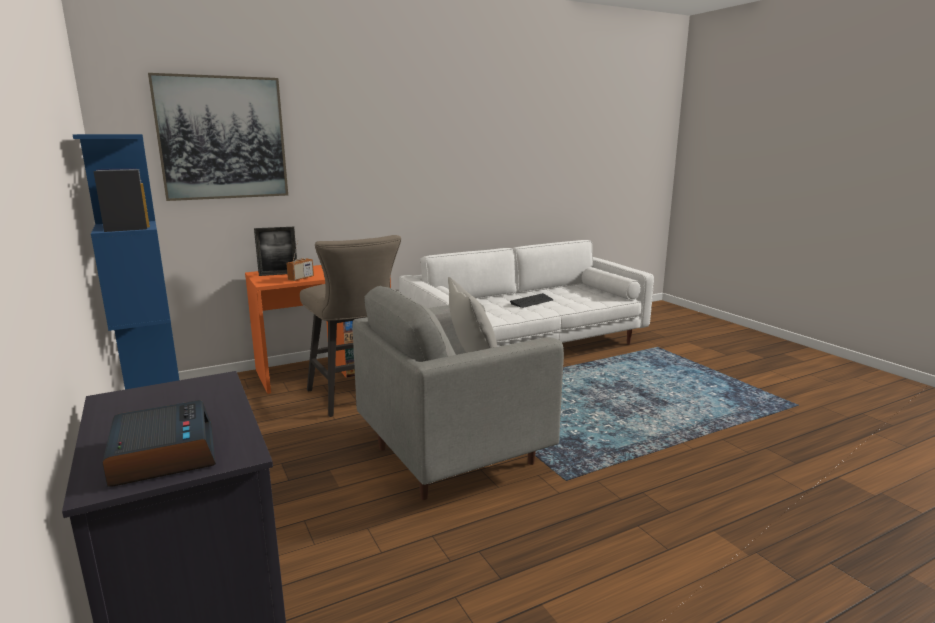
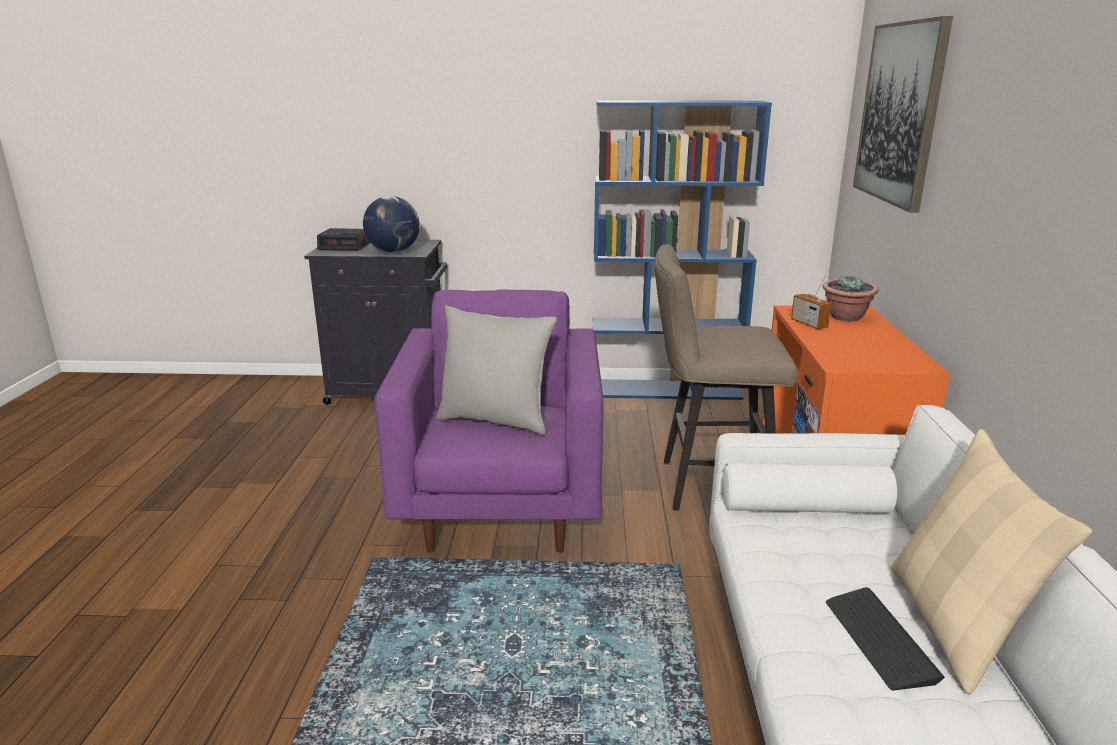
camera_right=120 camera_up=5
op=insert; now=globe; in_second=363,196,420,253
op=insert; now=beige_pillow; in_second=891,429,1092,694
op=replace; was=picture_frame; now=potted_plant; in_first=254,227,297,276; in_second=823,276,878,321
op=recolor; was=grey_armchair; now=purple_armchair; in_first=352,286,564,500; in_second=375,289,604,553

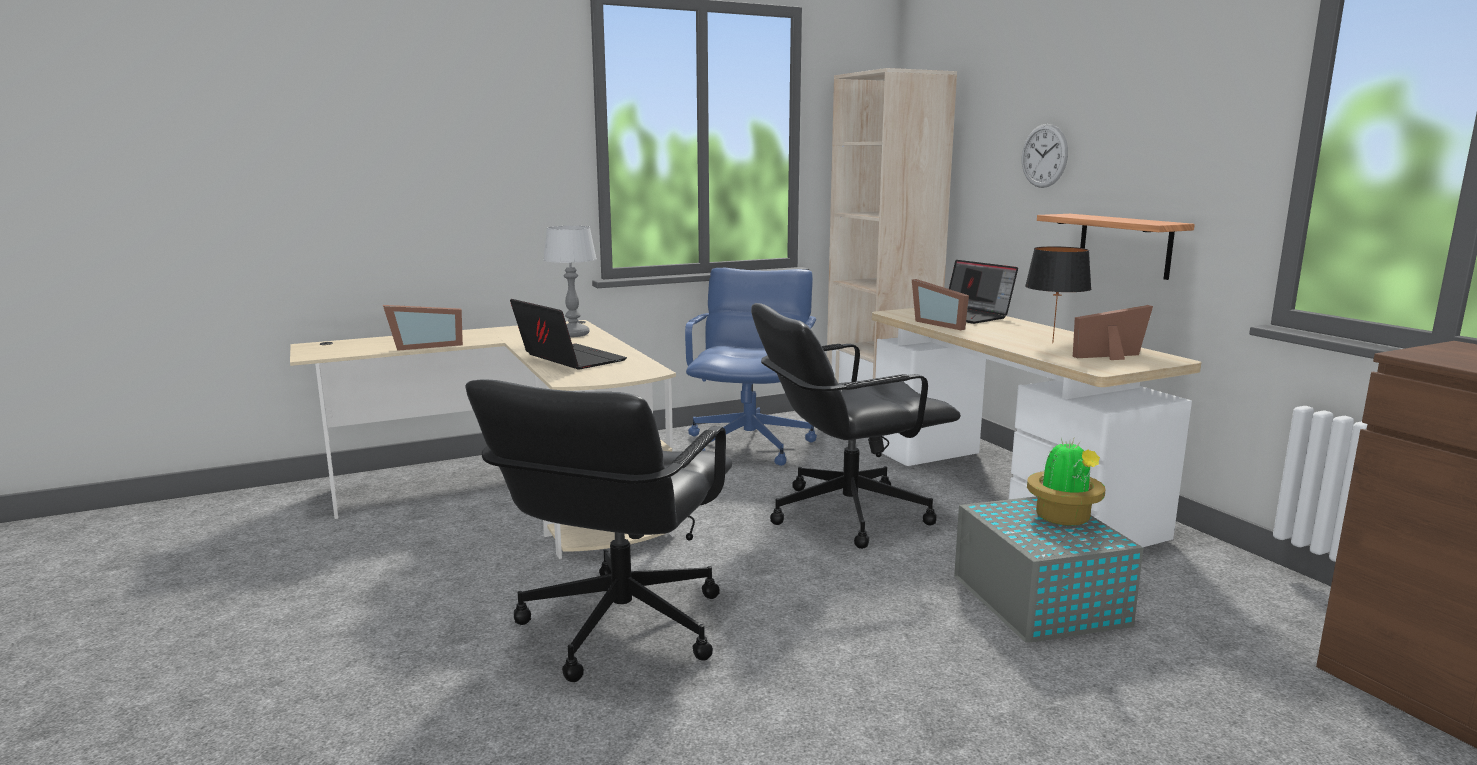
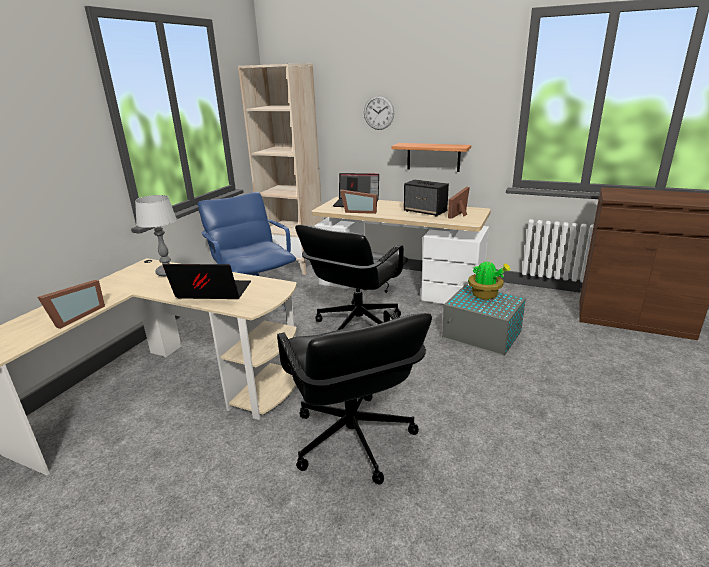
camera_right=-40 camera_up=10
op=replace; was=black_table_lamp; now=speaker; in_first=1025,246,1092,343; in_second=404,179,449,217

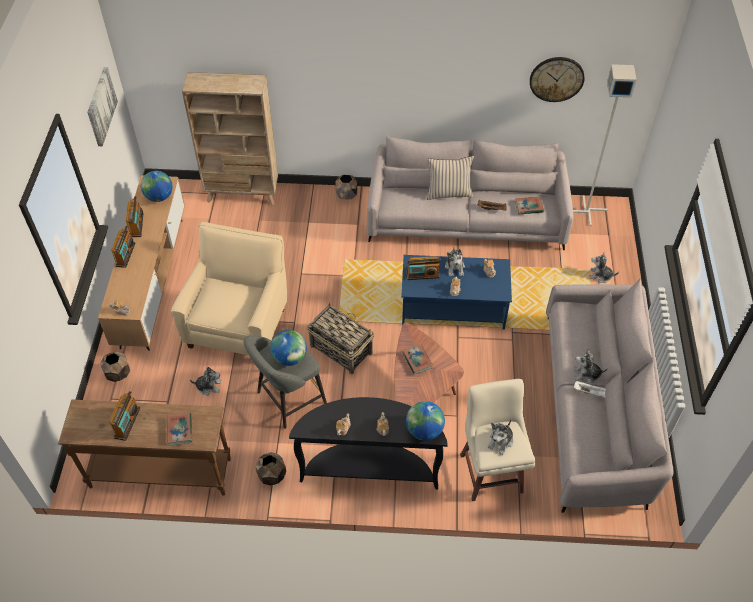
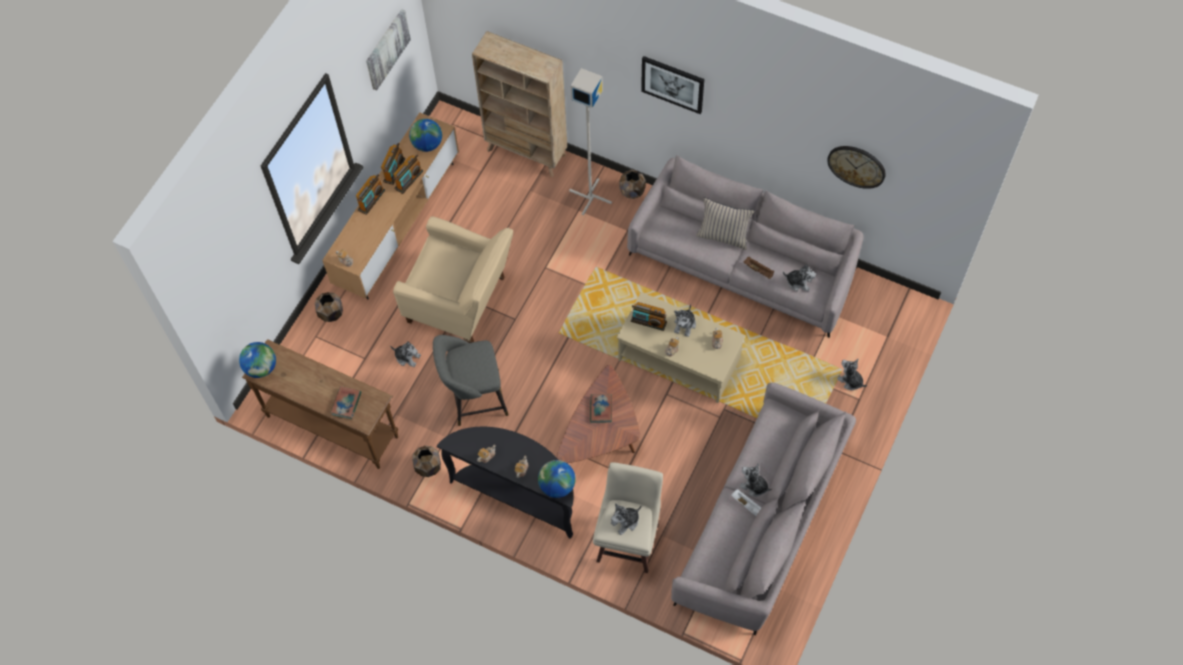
camera_right=25 camera_up=10
op=delete; was=basket; in_first=307,302,374,374
op=insert; now=picture; in_second=641,56,704,114
op=move; was=radio; in_first=109,391,140,441; in_second=393,155,423,194
op=move; was=globe; in_first=271,330,307,366; in_second=239,342,276,378
op=move; was=grey_floor_lamp; in_first=573,64,637,226; in_second=569,68,612,215
op=replace; was=book; now=plush_toy; in_first=515,197,544,215; in_second=783,264,816,292
op=recolor; was=blue_coffee_table; now=beige_coffee_table; in_first=401,255,512,330; in_second=616,292,746,403
op=rotate; was=beige_armchair; in_first=171,222,287,355; in_second=393,216,513,343; clockwise=75

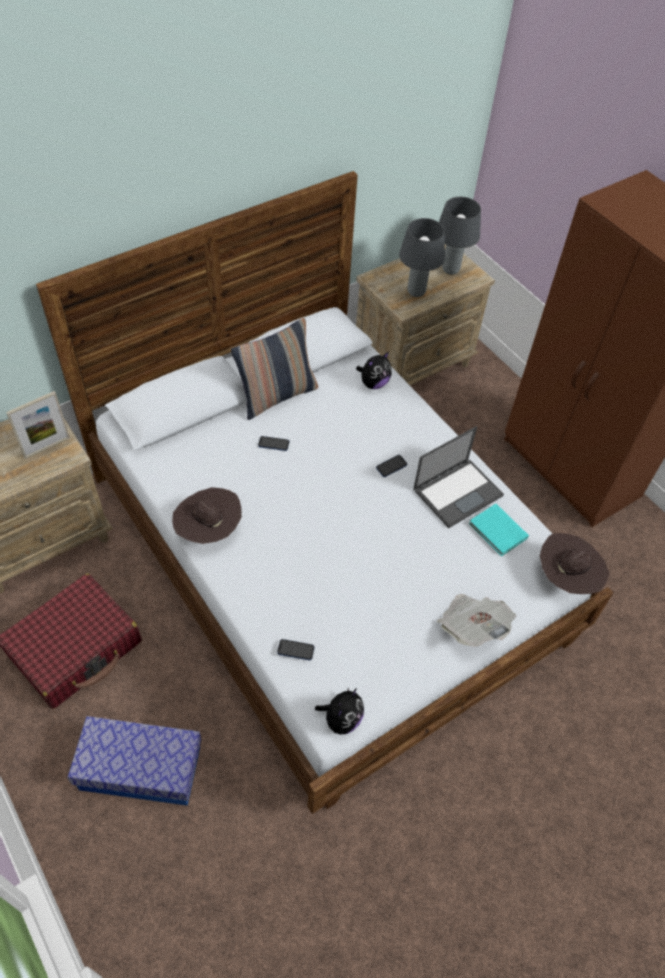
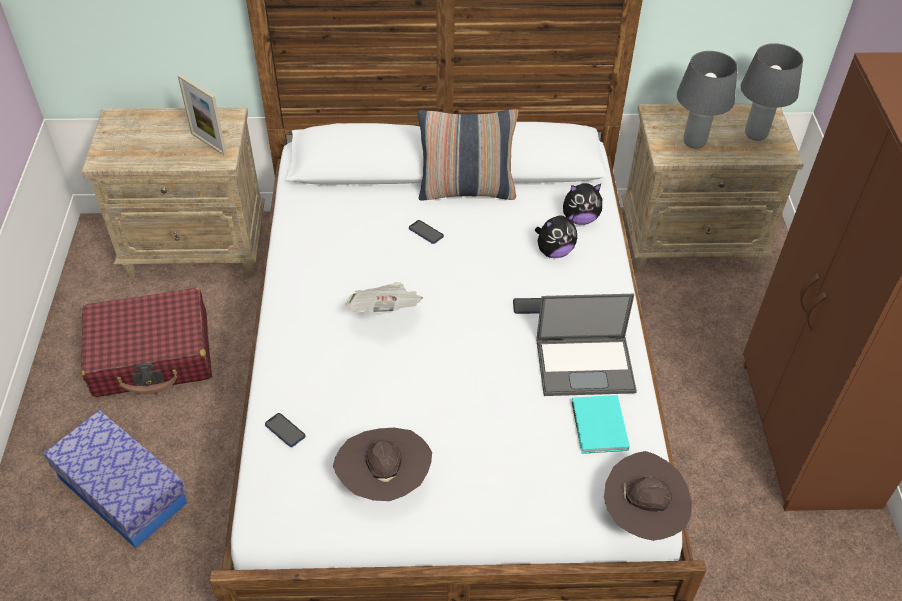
camera_right=35 camera_up=-5
op=move; was=brown_hat; in_first=172,487,242,544; in_second=333,428,432,501
op=move; was=plush_toy; in_first=315,688,364,734; in_second=535,213,577,258
op=move; was=newspaper; in_first=437,594,516,646; in_second=345,282,423,315
op=rotate; was=picture_frame; in_first=6,391,70,459; in_second=178,74,227,156; clockwise=45

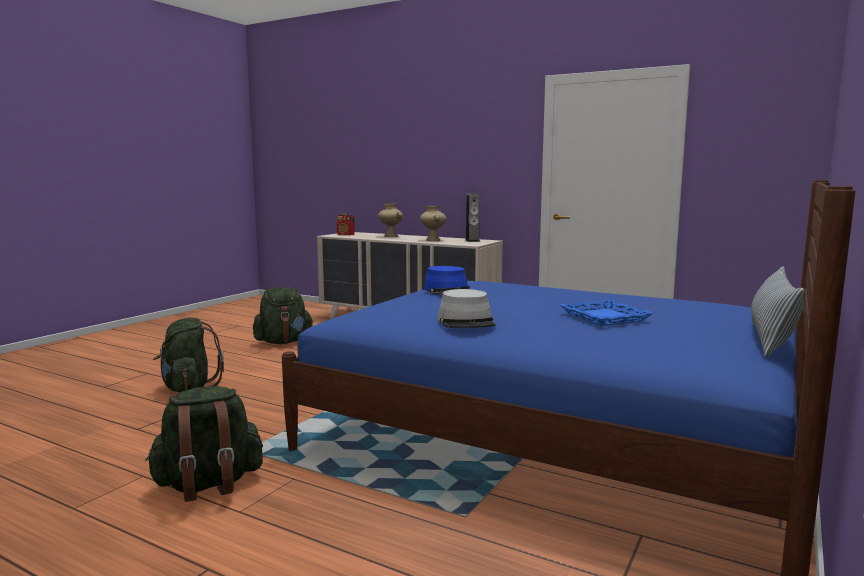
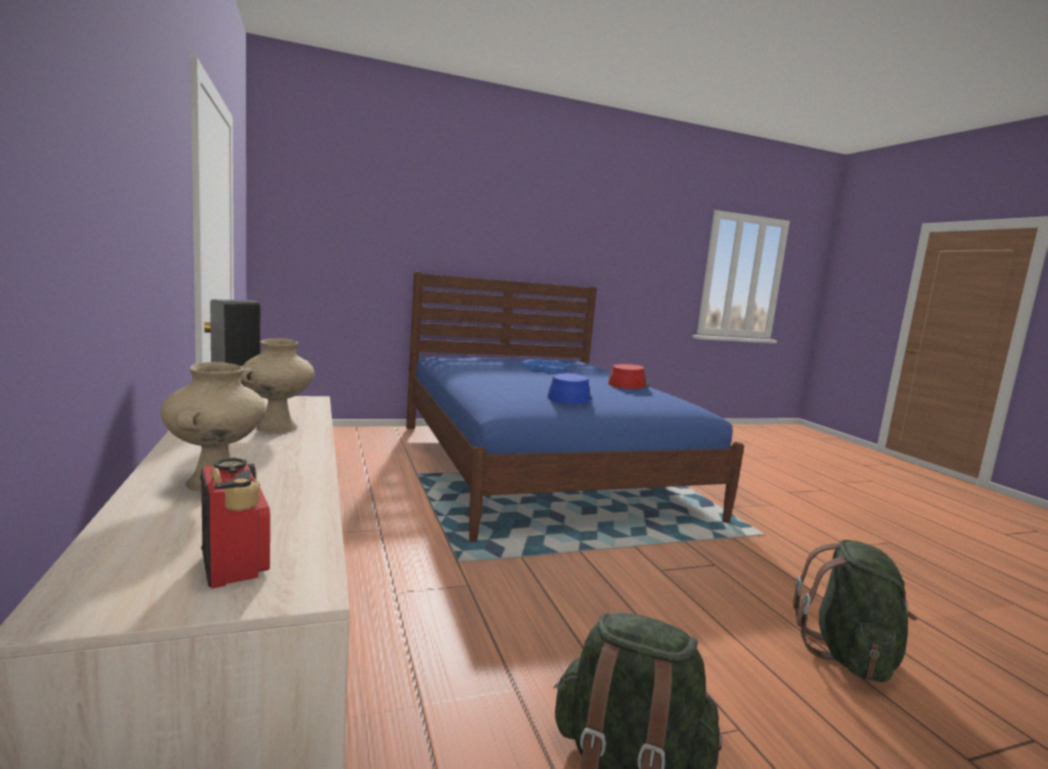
camera_right=-140 camera_up=0
op=delete; was=green_backpack; in_first=145,386,263,502
op=delete; was=pillow; in_first=751,266,804,358
op=recolor; was=grey_hat; now=red_hat; in_first=438,289,496,328; in_second=608,364,649,389

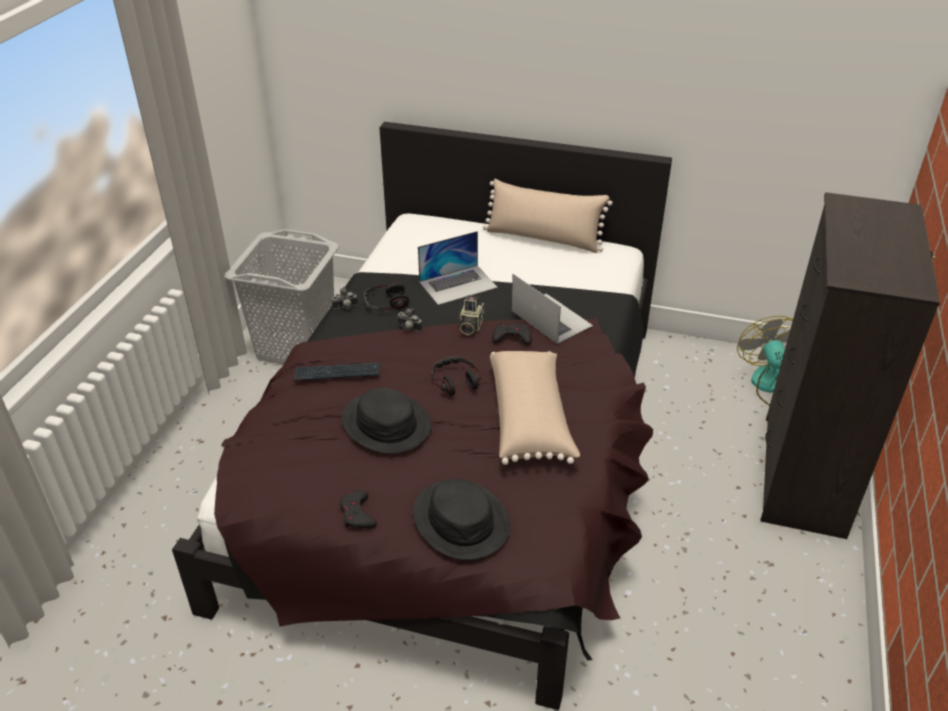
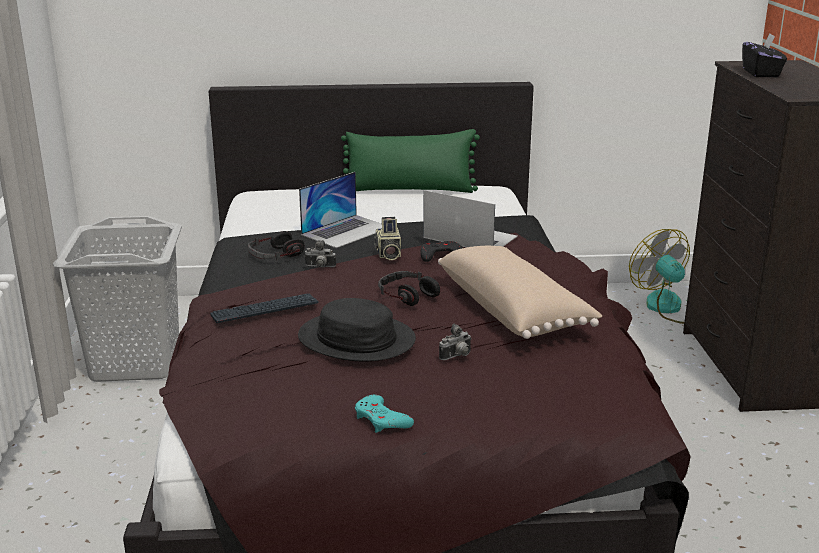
camera_right=-20 camera_up=-15
op=delete; was=black_hat; in_first=413,479,510,560
op=insert; now=black_tissue_box; in_second=742,34,787,77
op=move; was=photo_camera; in_first=332,287,358,309; in_second=439,324,472,360
op=recolor; was=black_game_controller; now=turquoise_game_controller; in_first=340,490,377,529; in_second=355,395,414,433
op=recolor; was=beige_pillow; now=green_pillow; in_first=483,179,612,253; in_second=341,129,480,193

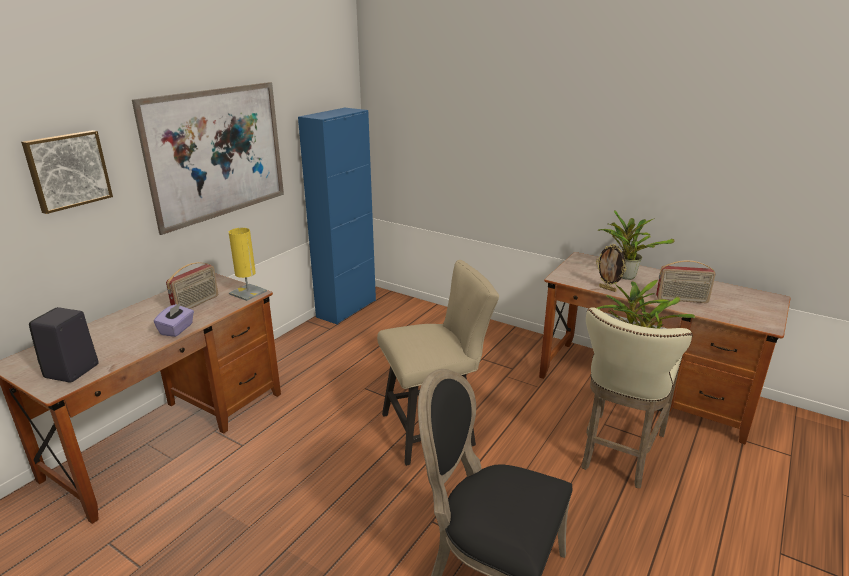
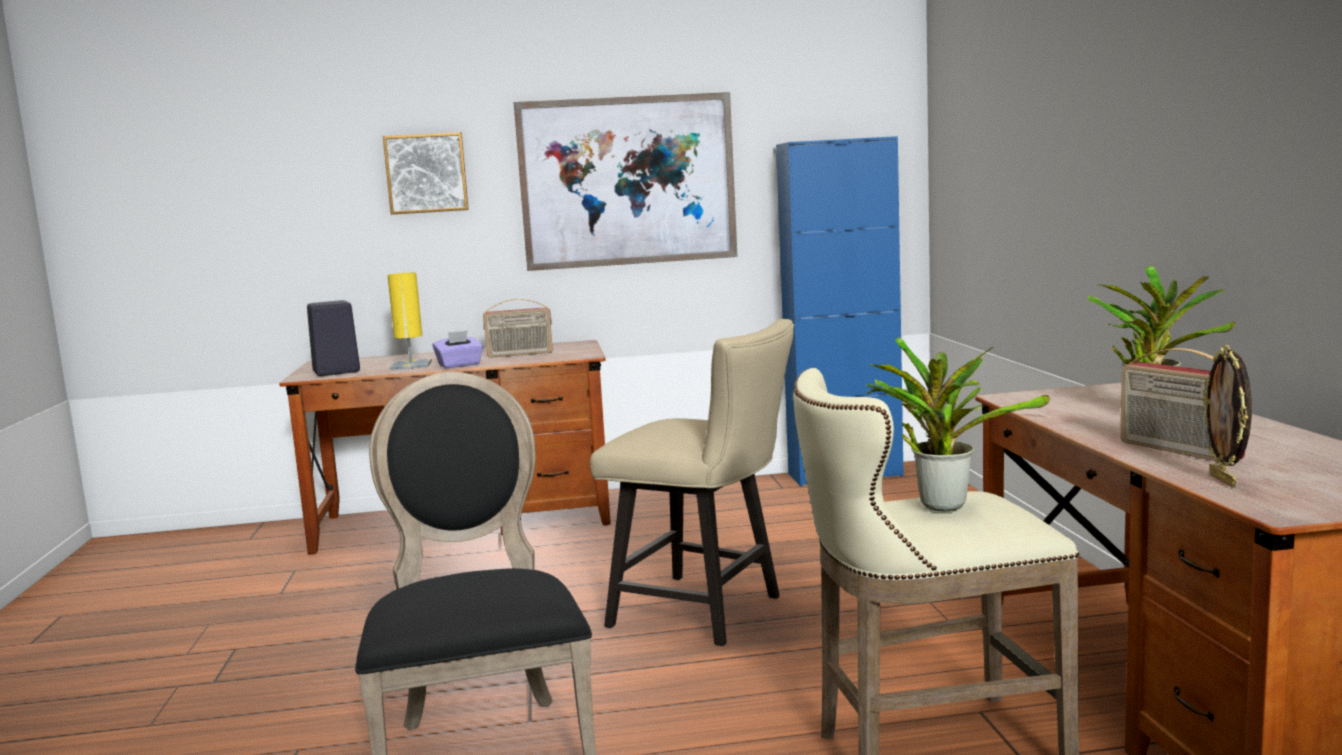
camera_right=50 camera_up=-15
op=move; was=yellow_table_lamp; in_first=229,228,267,301; in_second=388,273,432,370
op=move; was=picture_frame; in_first=596,244,626,292; in_second=1203,345,1252,488

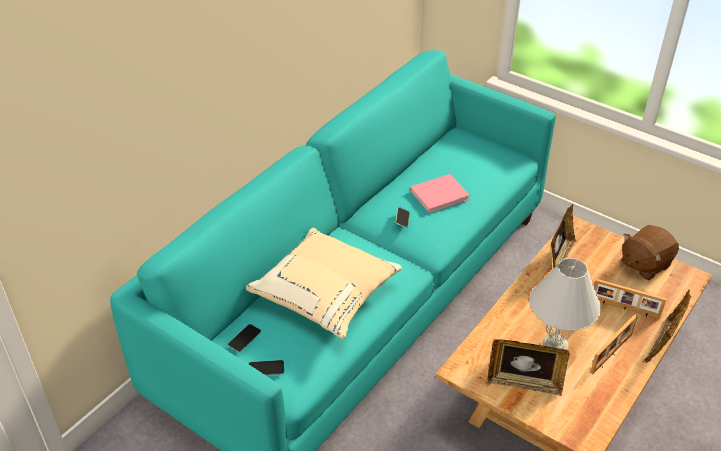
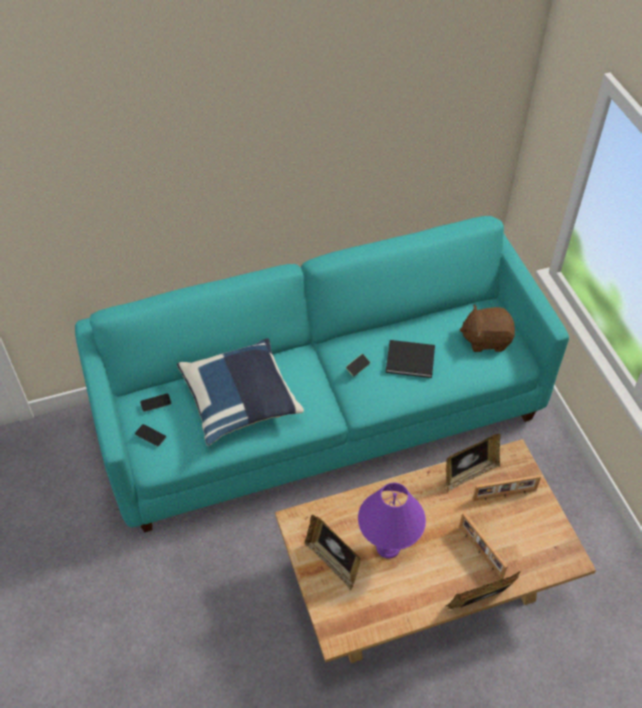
camera_right=35 camera_up=10
op=move; was=picture_frame; in_first=590,314,638,374; in_second=472,475,541,501
op=move; was=brown_plush_toy; in_first=621,225,679,280; in_second=460,305,515,352
op=recolor; was=beige_pillow; now=blue_pillow; in_first=246,228,402,339; in_second=177,338,304,446
op=recolor; was=pink_book; now=black_book; in_first=410,174,470,213; in_second=386,340,435,378
op=recolor; was=white_table_lamp; now=purple_table_lamp; in_first=529,258,601,350; in_second=358,483,426,559

